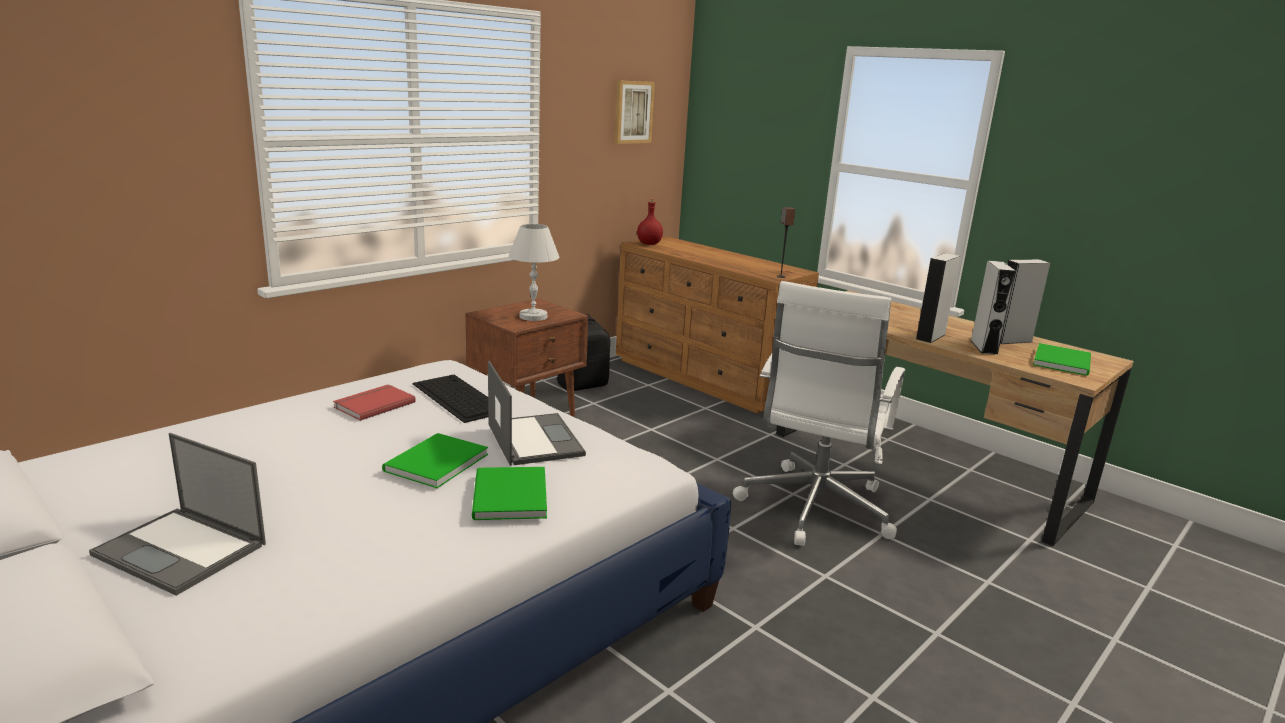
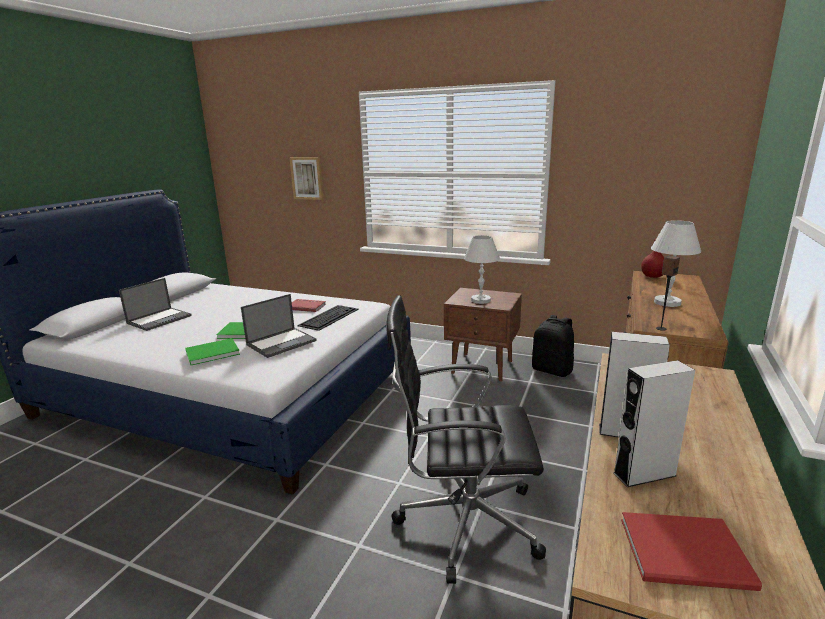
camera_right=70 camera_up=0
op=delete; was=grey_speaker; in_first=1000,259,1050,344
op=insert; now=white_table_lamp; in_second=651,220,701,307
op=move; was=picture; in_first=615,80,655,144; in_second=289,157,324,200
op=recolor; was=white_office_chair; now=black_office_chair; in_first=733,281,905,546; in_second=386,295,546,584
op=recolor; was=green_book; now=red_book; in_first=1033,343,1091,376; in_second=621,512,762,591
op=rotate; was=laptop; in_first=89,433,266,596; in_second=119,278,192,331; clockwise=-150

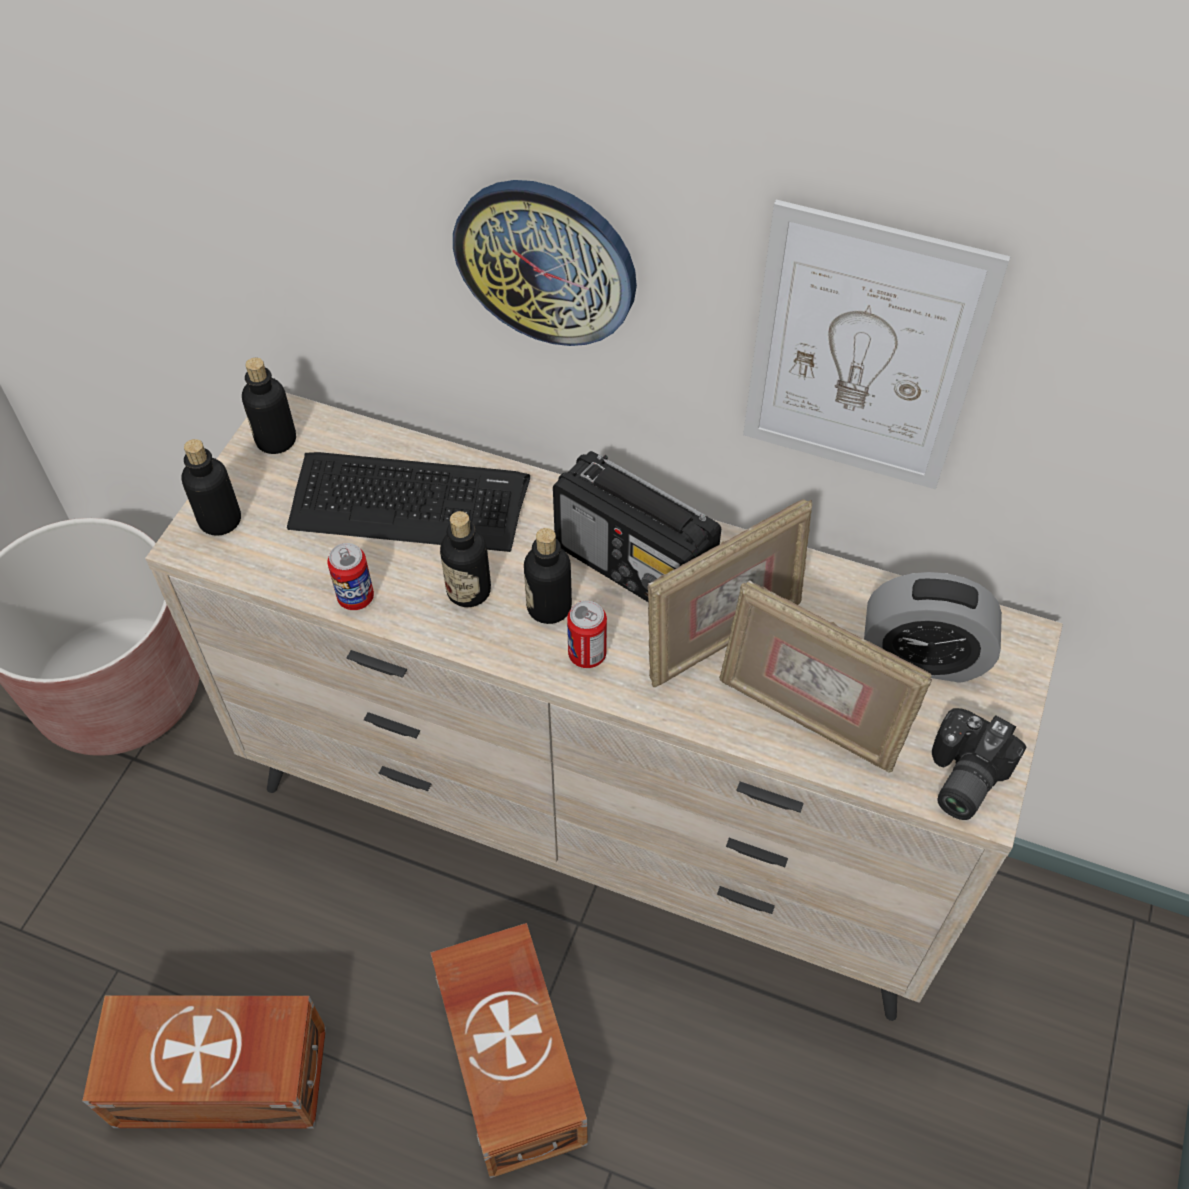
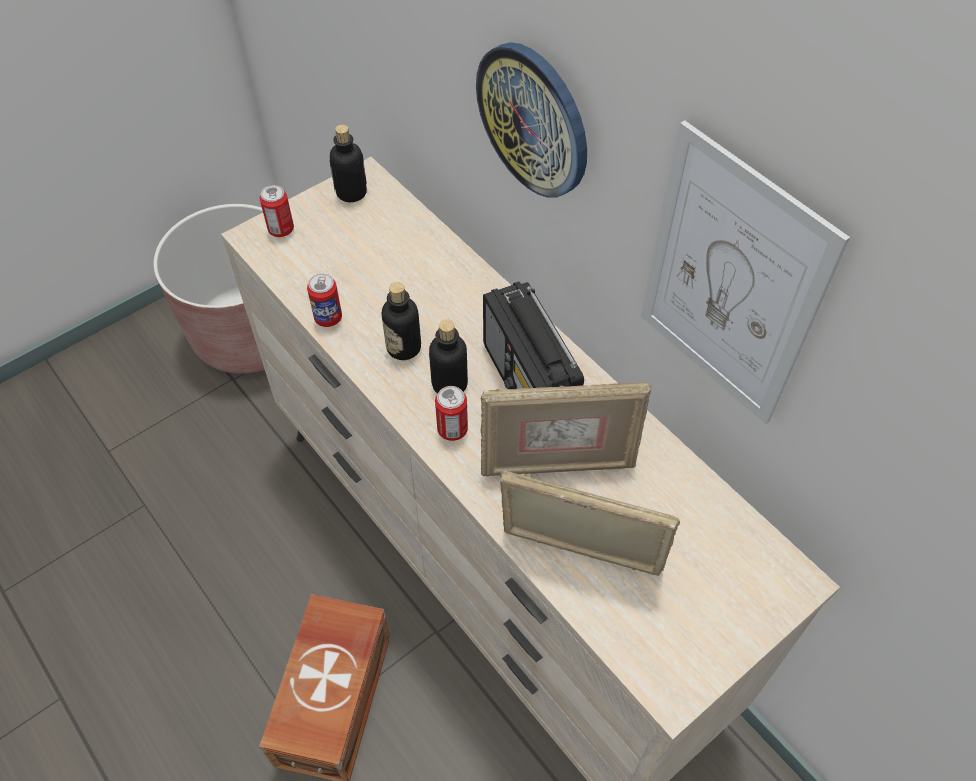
camera_right=30 camera_up=0
op=delete; was=brown_storage_box; in_first=82,995,326,1129
op=delete; was=keyboard; in_first=287,452,530,552
op=delete; was=alarm_clock; in_first=864,572,1002,683
op=delete; was=photo_camera; in_first=932,708,1027,820
op=replace; was=bottle; now=can; in_first=182,439,241,536; in_second=260,185,294,237
op=rotate; was=picture_frame; in_first=719,580,932,773; in_second=500,471,680,576; clockwise=135

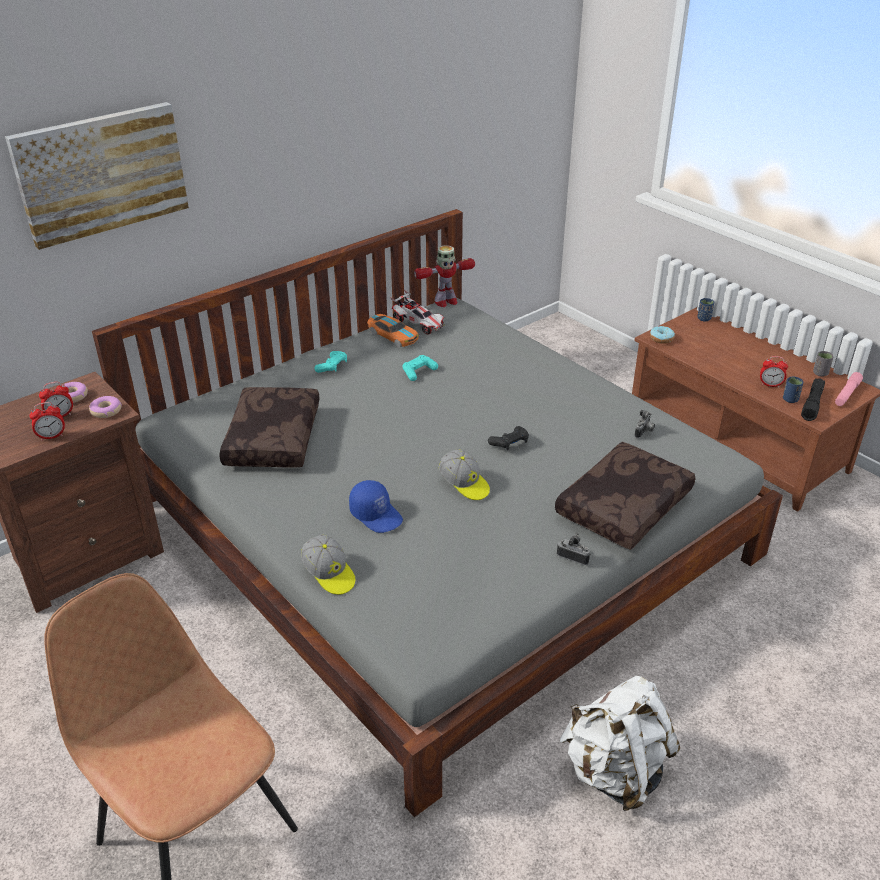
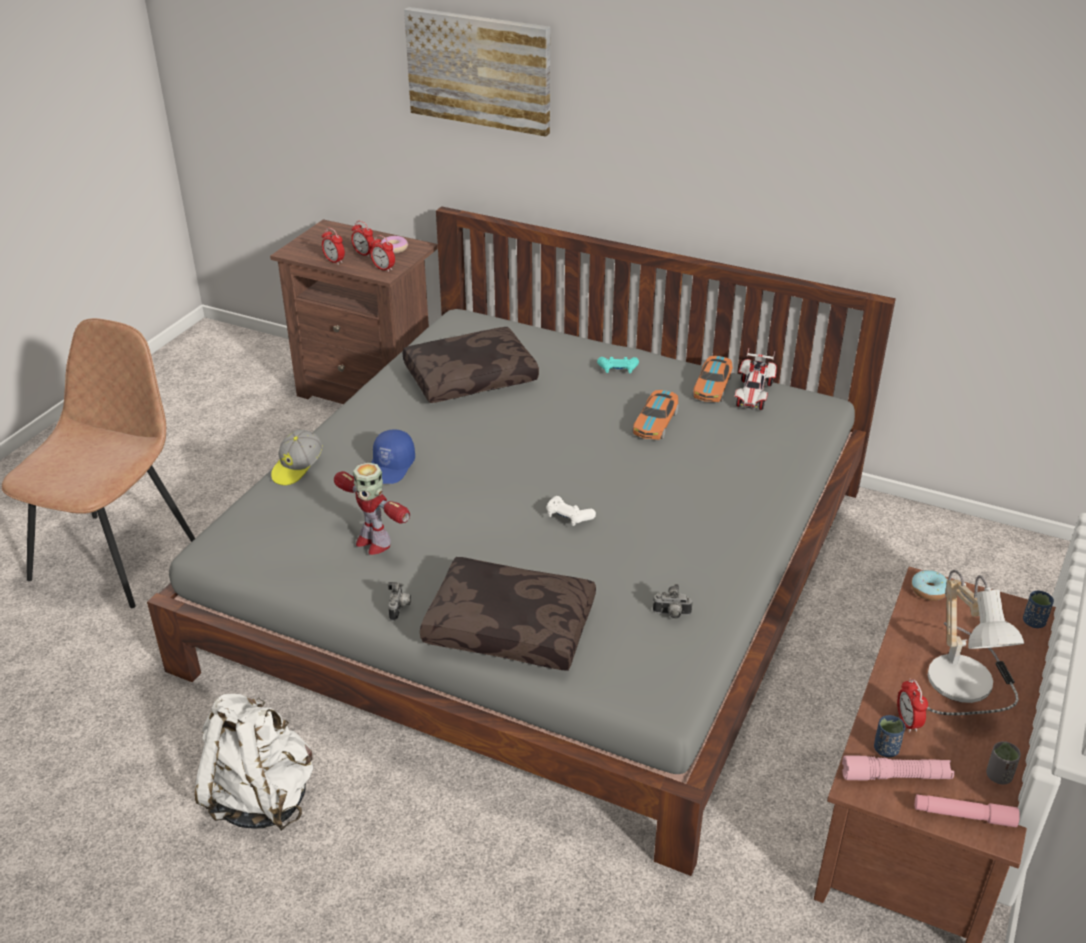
camera_right=65 camera_up=0
op=delete; was=cap; in_first=438,449,490,500
op=insert; now=table_lamp; in_second=917,570,1024,715
op=move; was=toy_robot; in_first=414,245,475,307; in_second=334,462,410,555
op=replace; was=donut; now=alarm_clock; in_first=89,396,122,418; in_second=371,235,395,272
op=replace; was=turquoise_game_controller; now=toy_car; in_first=402,355,438,381; in_second=632,390,678,440
op=recolor; was=black_game_controller; now=white_game_controller; in_first=488,426,529,450; in_second=547,496,596,526
op=recolor; was=black_flashlight; now=pink_flashlight; in_first=801,378,825,421; in_second=842,755,954,781

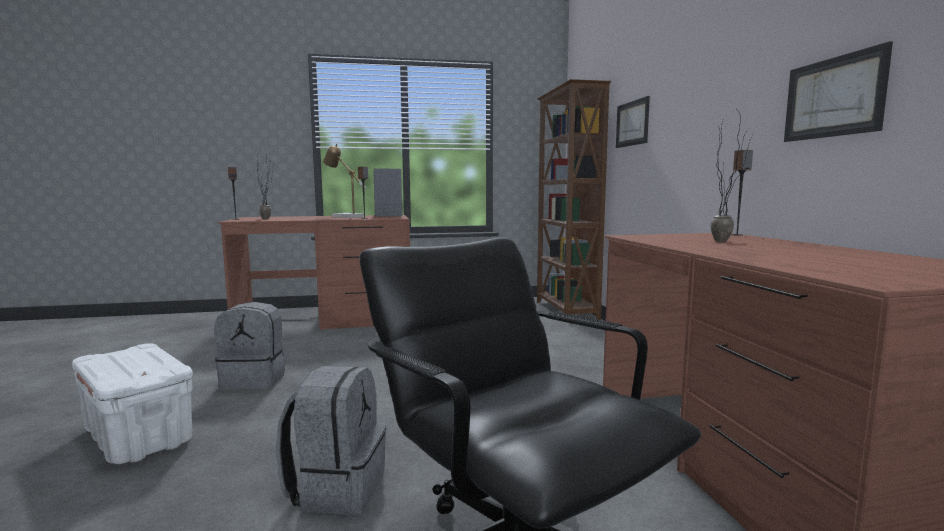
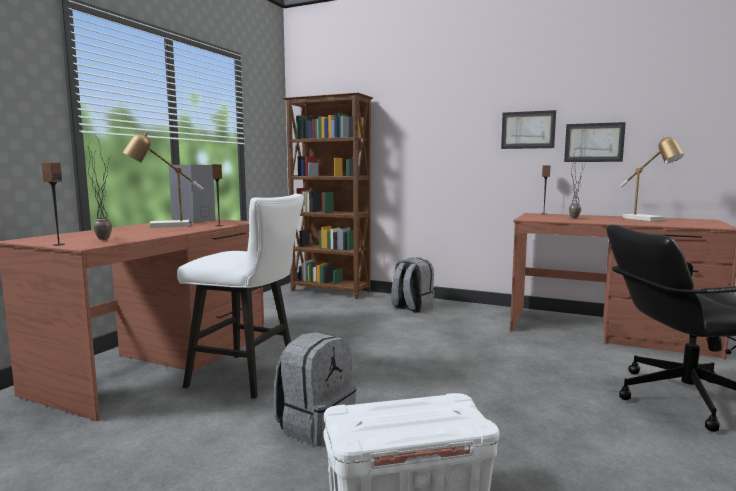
camera_right=-55 camera_up=0
op=insert; now=white_stool; in_second=177,194,304,399
op=insert; now=table_lamp; in_second=620,136,684,221
op=move; was=grey_backpack; in_first=276,366,386,515; in_second=391,257,435,313
op=move; was=picture; in_first=616,96,650,148; in_second=501,110,556,149

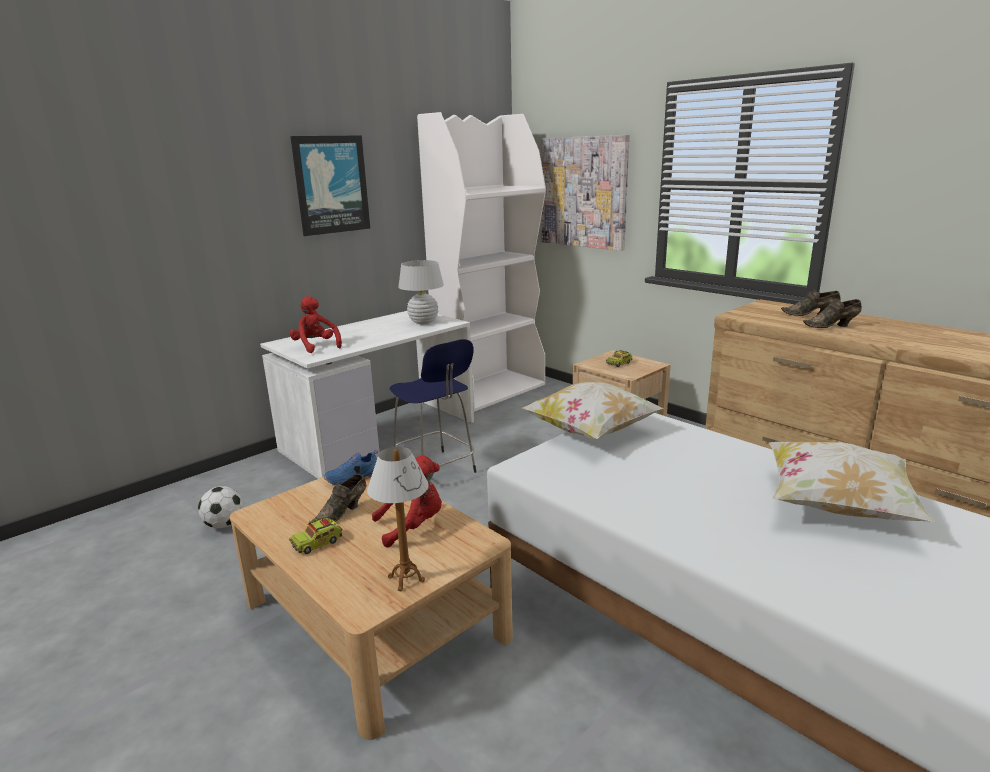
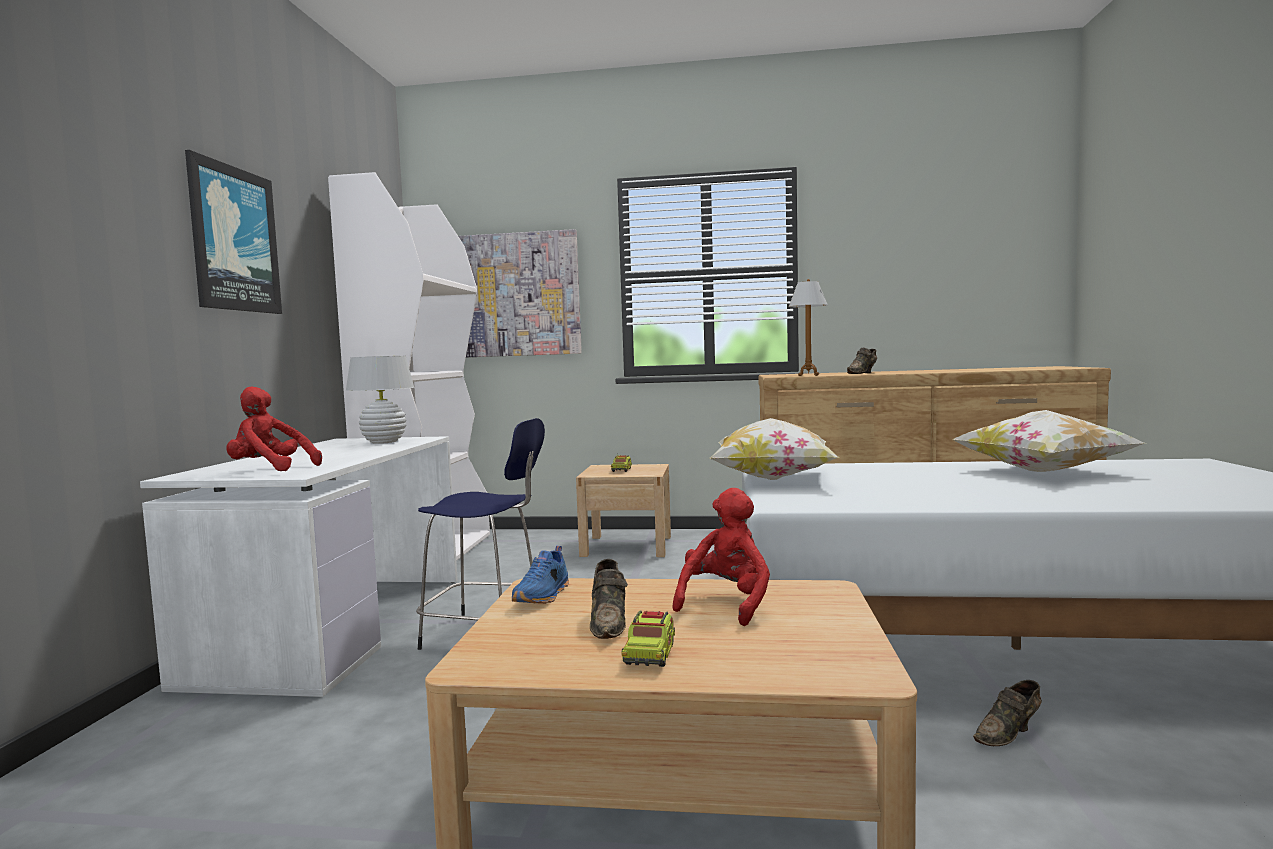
camera_right=-40 camera_up=-15
op=delete; was=football; in_first=198,486,243,528
op=move; was=table_lamp; in_first=367,447,429,591; in_second=789,279,828,376
op=move; was=brown_shoe; in_first=781,289,841,316; in_second=973,680,1042,746

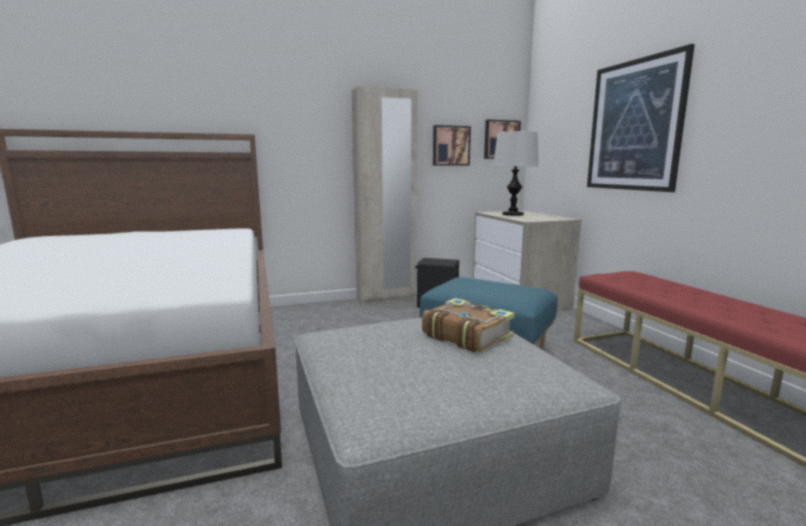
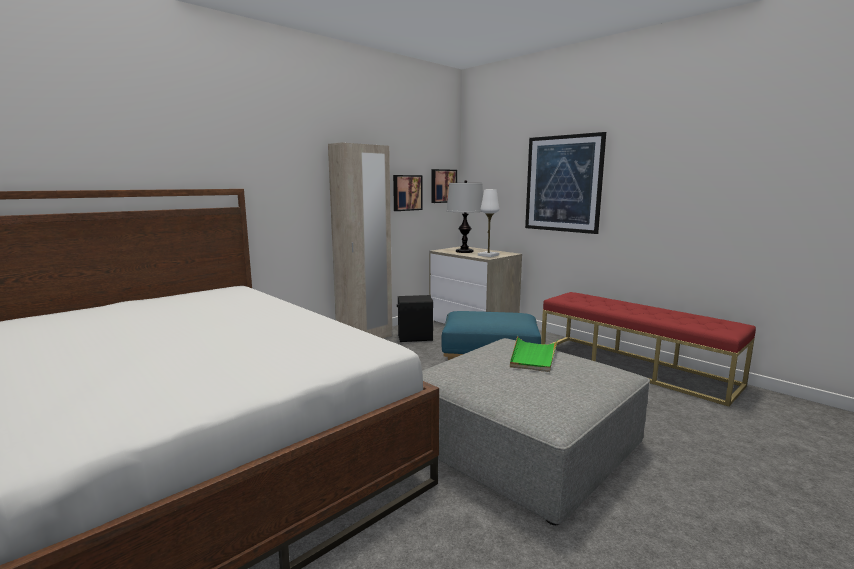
camera_right=-25 camera_up=0
op=insert; now=white_table_lamp; in_second=478,189,499,257
op=replace; was=book; now=green_tray; in_first=422,298,515,352; in_second=510,336,558,372

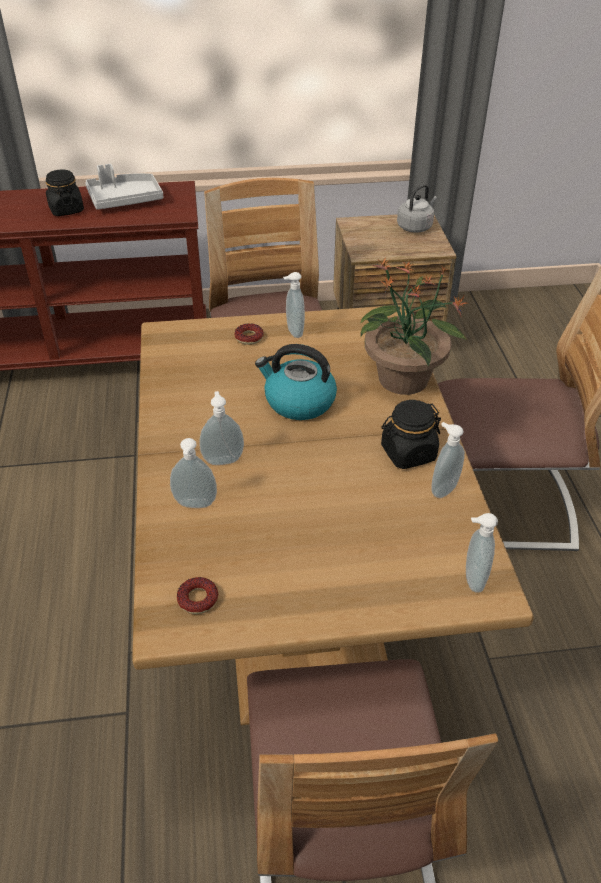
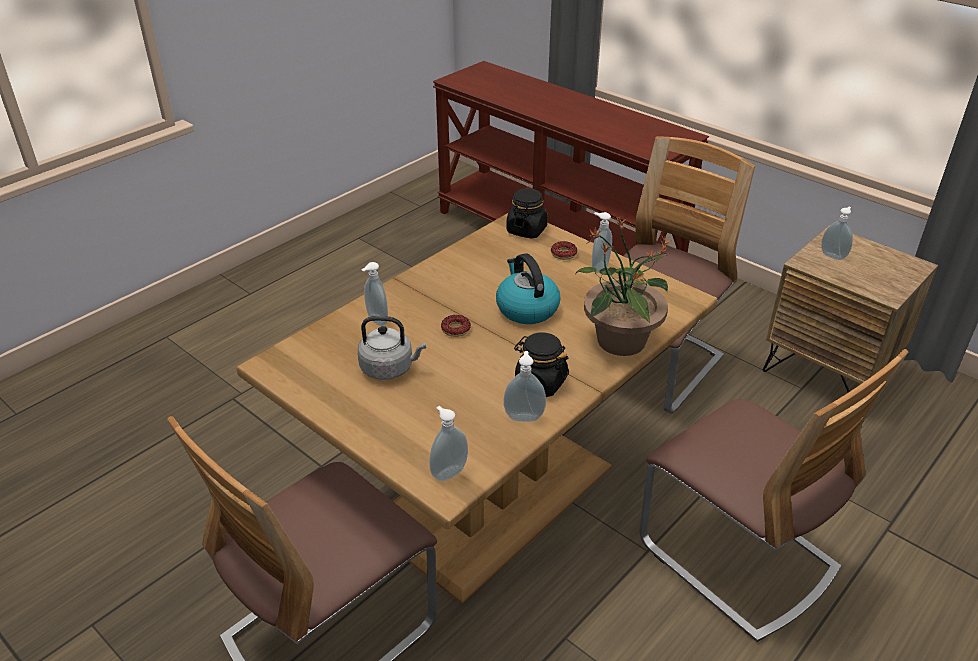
camera_right=50 camera_up=-5
op=delete; was=grey_tray; in_first=85,164,163,210
op=move; was=black_jar; in_first=46,170,84,216; in_second=506,188,548,239
op=move; was=donut; in_first=177,577,218,614; in_second=441,315,471,337
op=move; was=soap_dispenser; in_first=199,391,244,465; in_second=821,207,853,260
op=move; was=grey_kettle; in_first=397,184,437,233; in_second=358,316,426,380

